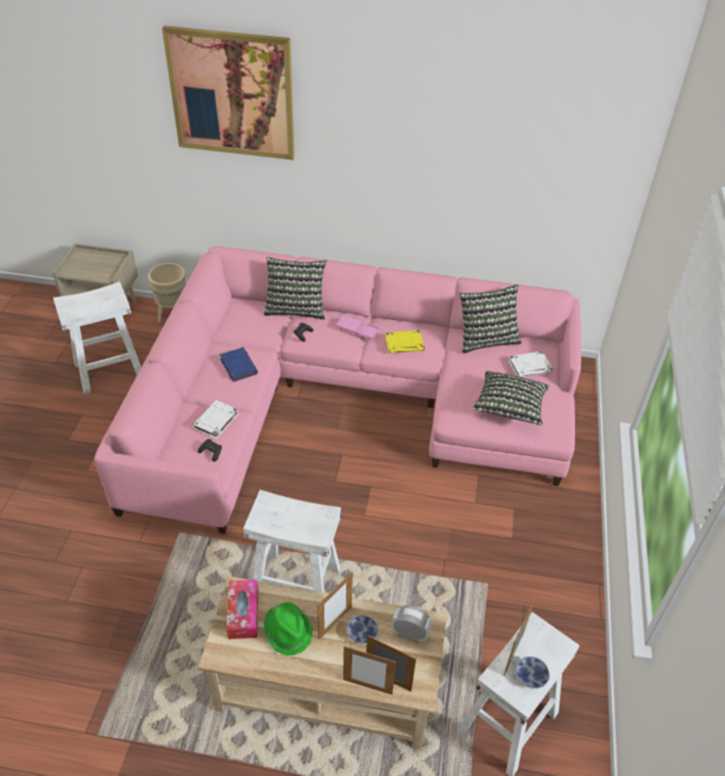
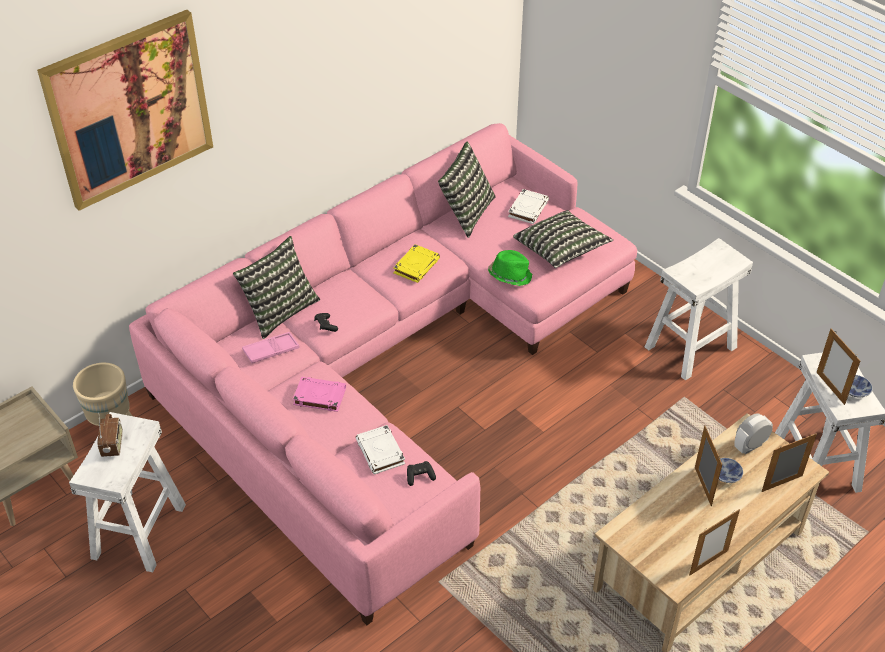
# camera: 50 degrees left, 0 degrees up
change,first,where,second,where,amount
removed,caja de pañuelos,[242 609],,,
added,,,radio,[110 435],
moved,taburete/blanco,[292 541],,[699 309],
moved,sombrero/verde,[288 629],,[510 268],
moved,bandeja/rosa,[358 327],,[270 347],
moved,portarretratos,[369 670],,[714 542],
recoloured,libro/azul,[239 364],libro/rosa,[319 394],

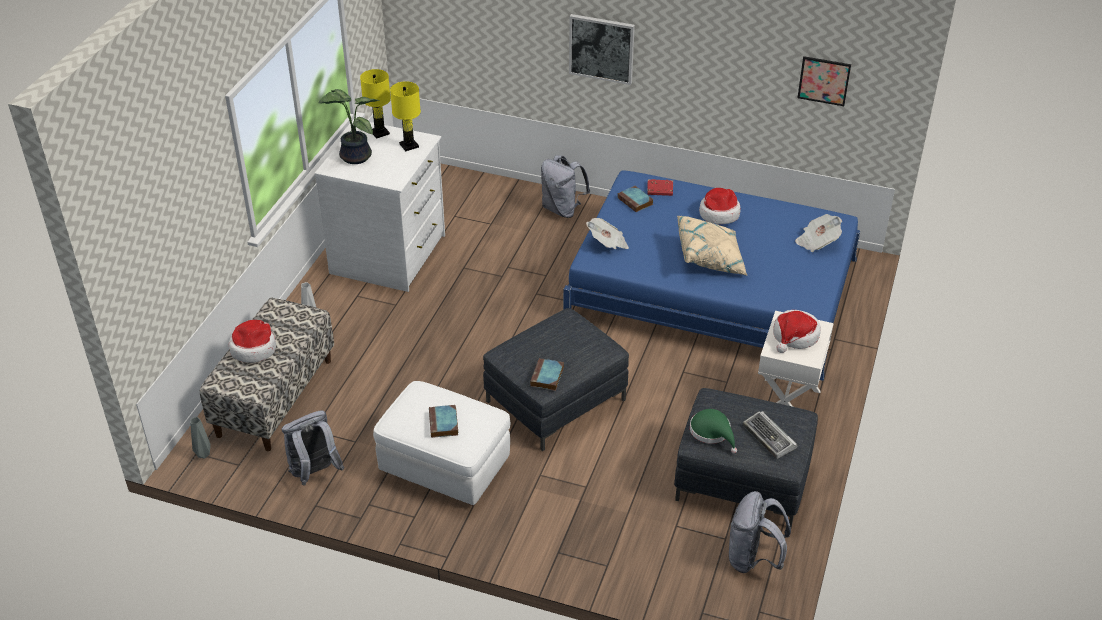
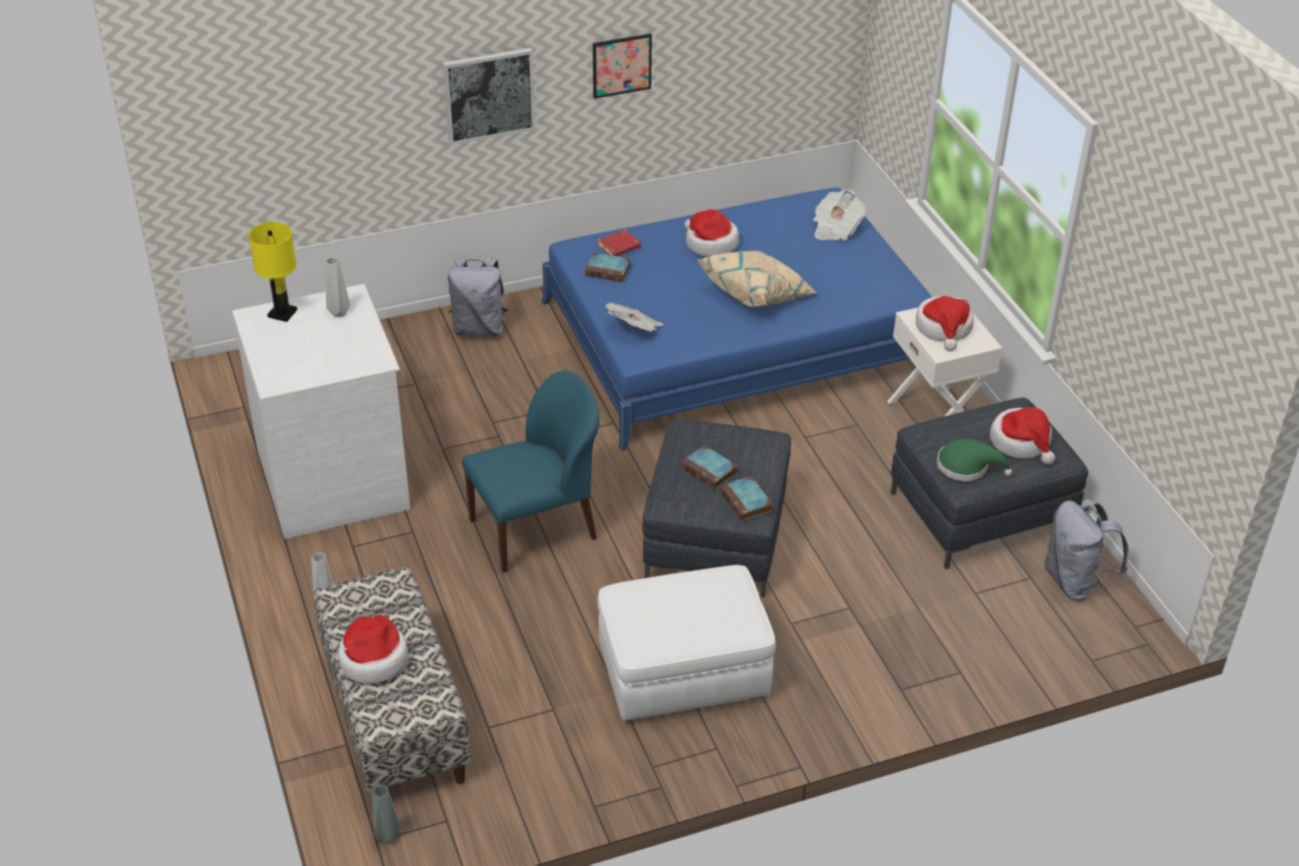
# camera: 40 degrees left, 0 degrees up
change,first,where,second,where,amount
removed,mochila/gris,[313 448],,,
removed,planta en maceta,[349 126],,,
added,,,silla/azul,[531 472],
moved,libro,[443 421],,[709 467],
moved,cuadro,[824 81],,[622 66],
replaced,lámpara de mesa/amarillo,[405 116],florero/gris,[337 287],
replaced,teclado,[770 435],sombrero,[1022 436],

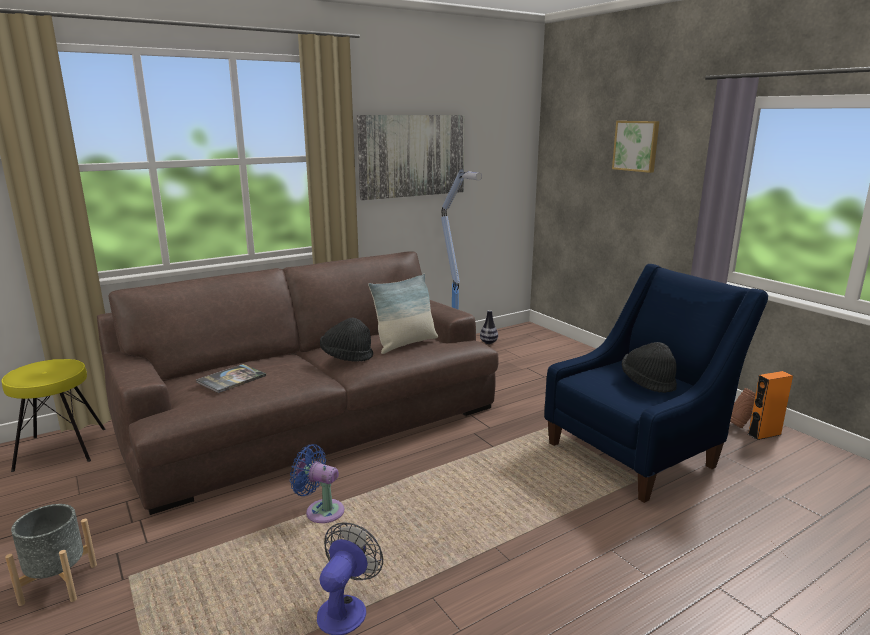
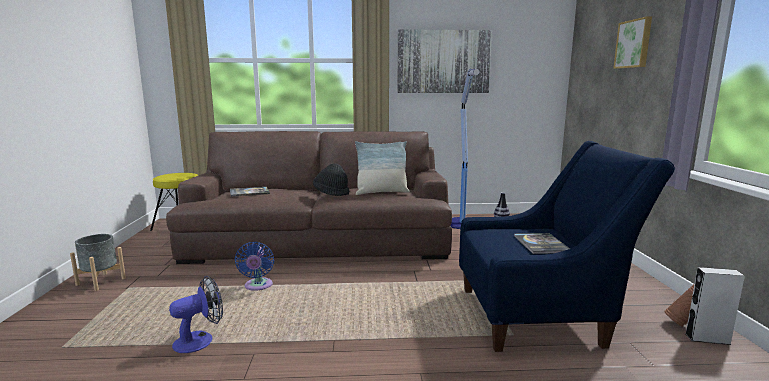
# camera: 30 degrees right, 5 degrees down
change,first,where,second,where,amount
replaced,sombrero/negro,[649 367],libro,[542 243],
recoloured,altavoz/naranja,[770 405],altavoz/gris,[715 306],
turned,ventilador/azul,[317 483],,[254 266],150 degrees counterclockwise

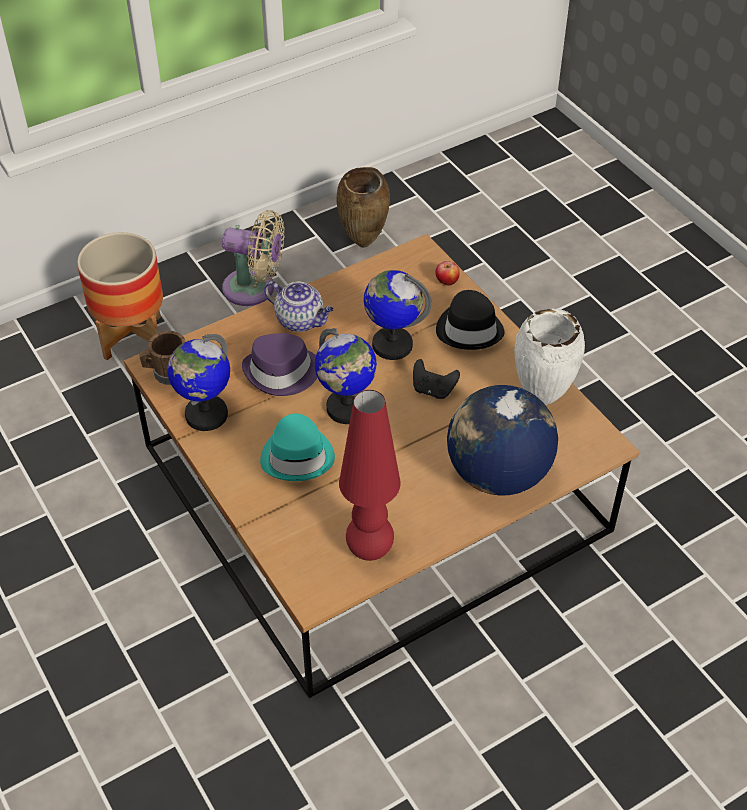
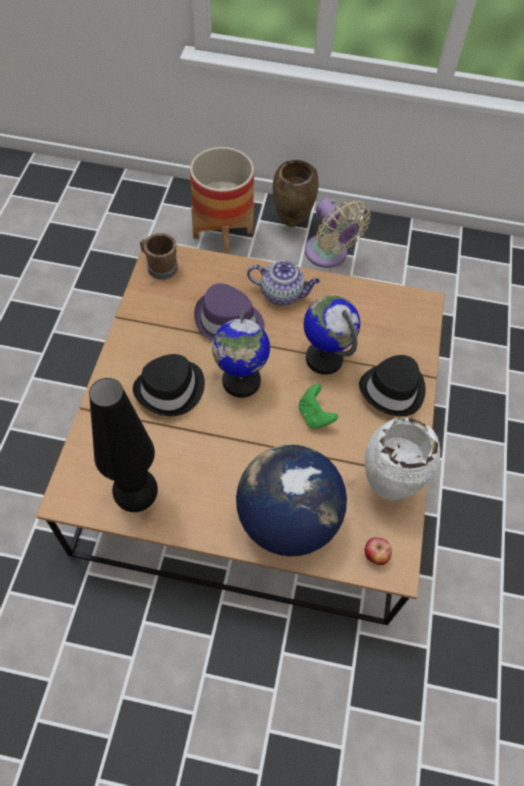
# camera: 40 degrees right, 10 degrees up
change,first,where,second,where,amount
removed,globo terráqueo,[198 382],,,
moved,florero/marrón,[363 207],,[296 193],
moved,manzana,[447 273],,[378 551],
recoloured,sombrero/turquesa,[297 447],sombrero/negro,[169 385],
recoloured,lámpara de mesa/rojo,[370 475],lámpara de mesa/negro,[123 445],
recoloured,mando de consola/negro,[436 379],mando de consola/verde,[318 406],
turned,tetera,[299 306],,[283 282],60 degrees counterclockwise

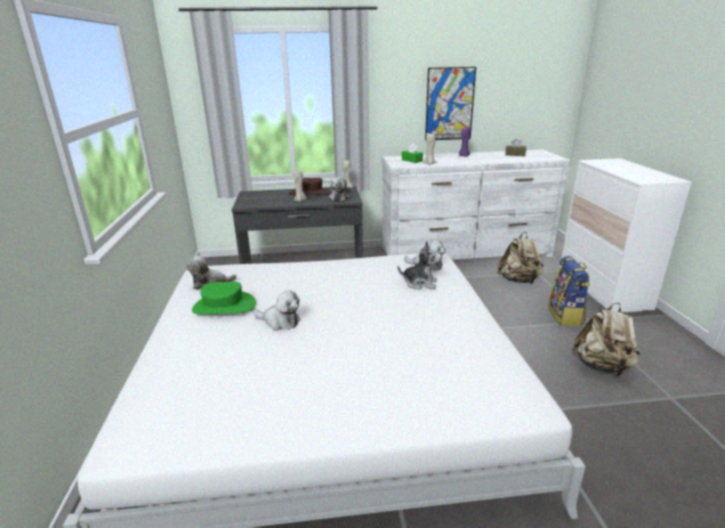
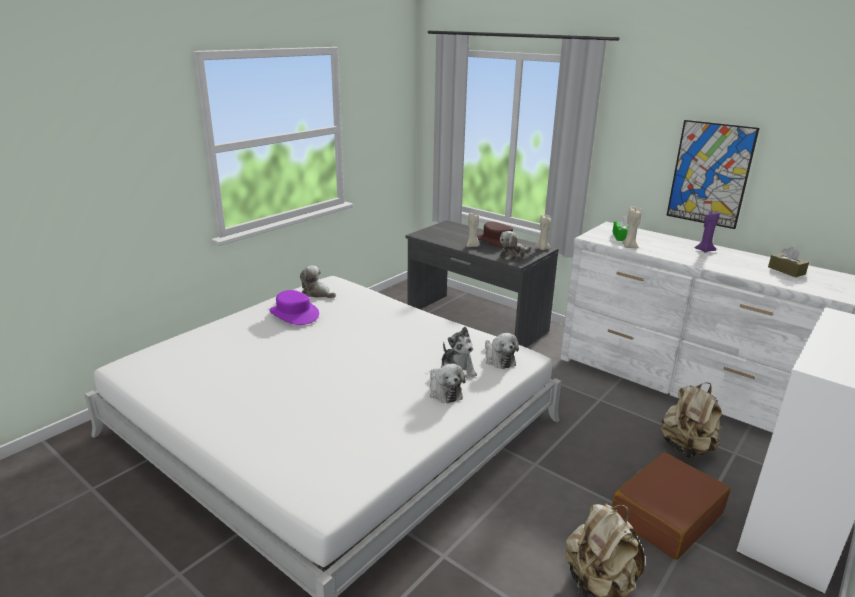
# camera: 45 degrees right, 0 degrees up
change,first,where,second,where,amount
moved,peluche,[277 310],,[448 383],
replaced,mochila,[569 291],maleta/marrón,[671 506],
recoloured,sombrero/verde,[224 298],sombrero/morado,[294 307],

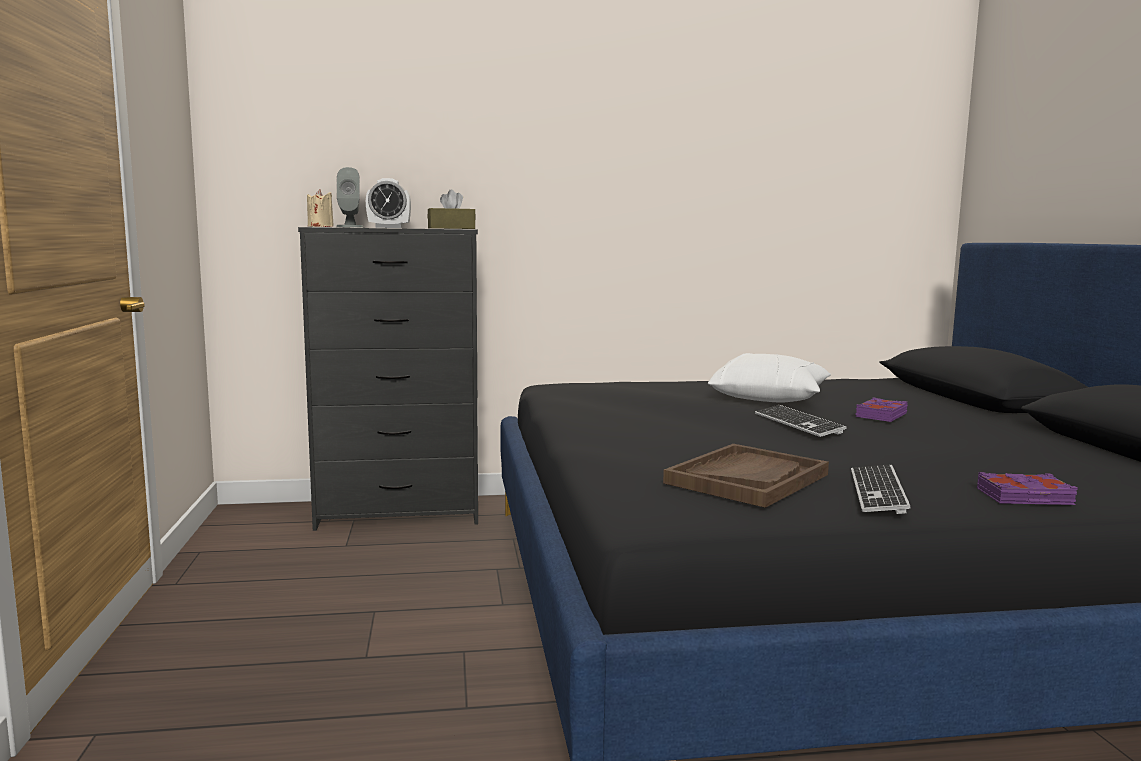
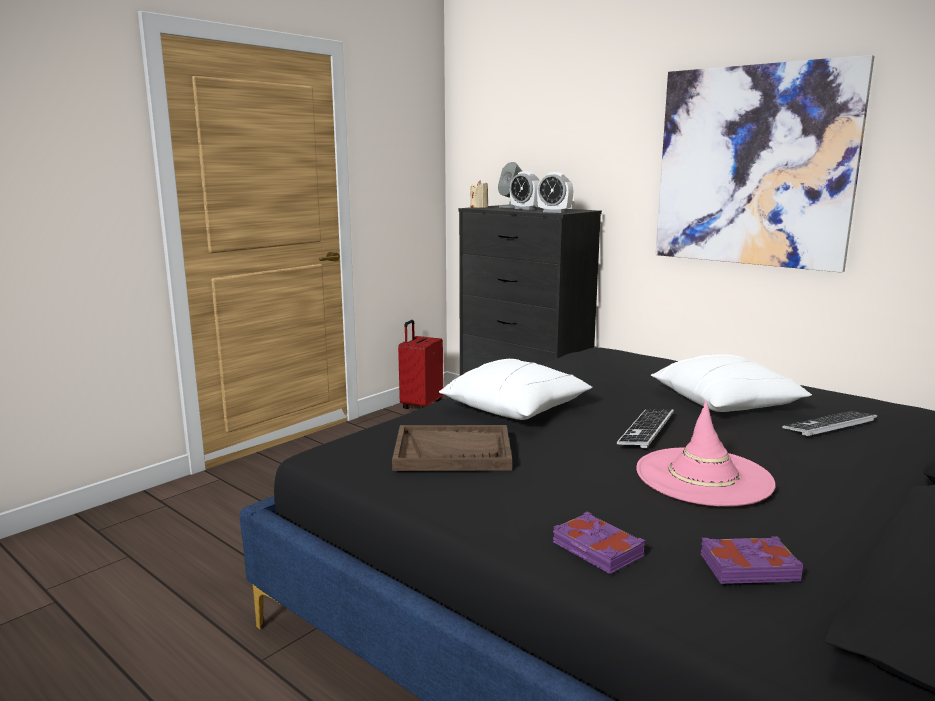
# camera: 50 degrees right, 5 degrees up
change,first,where,second,where,amount
added,,,maleta/rojo,[420 364],
added,,,cojín/blanco,[515 389],
added,,,sombrero/rosa,[706 453],
added,,,cuadro,[765 164],
moved,teclado,[880 489],,[829 423],
moved,libro/morado,[881 409],,[752 560],
replaced,caja de pañuelos/marrón,[452 209],despertador,[555 192],

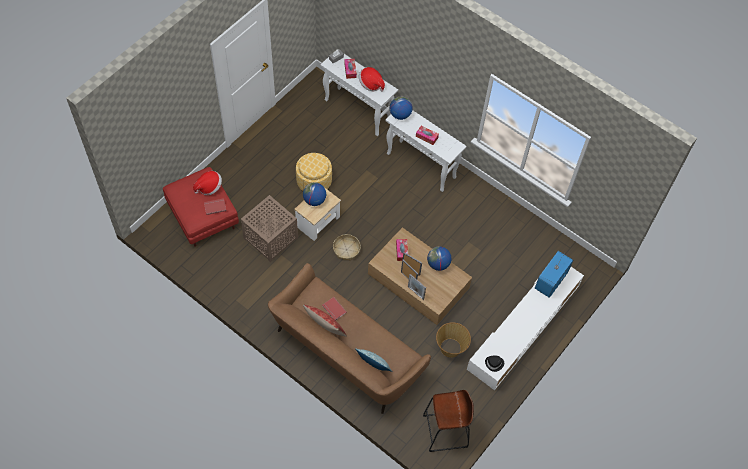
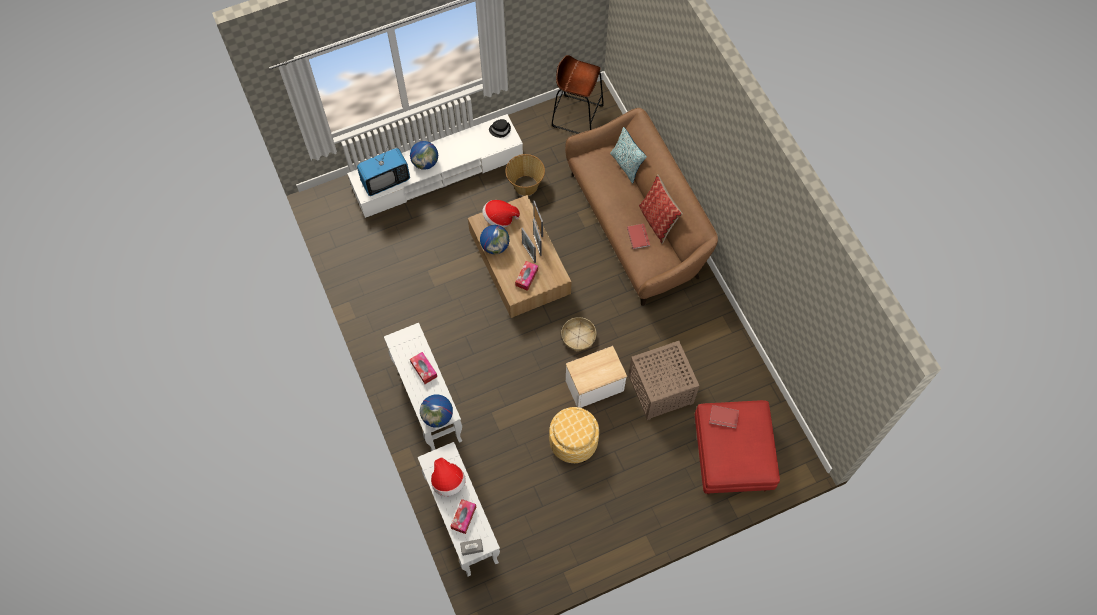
# camera: 150 degrees left, 5 degrees up
change,first,where,second,where,amount
moved,sombrero,[207 183],,[501 214],
moved,globo terráqueo,[314 194],,[424 155],

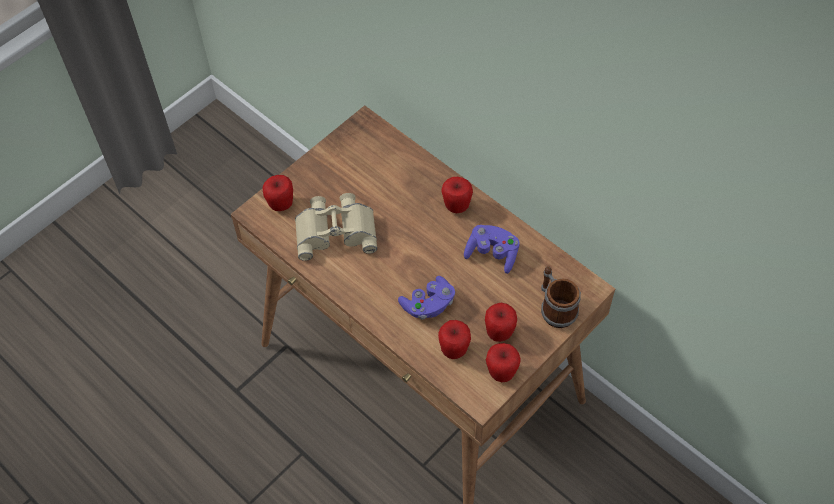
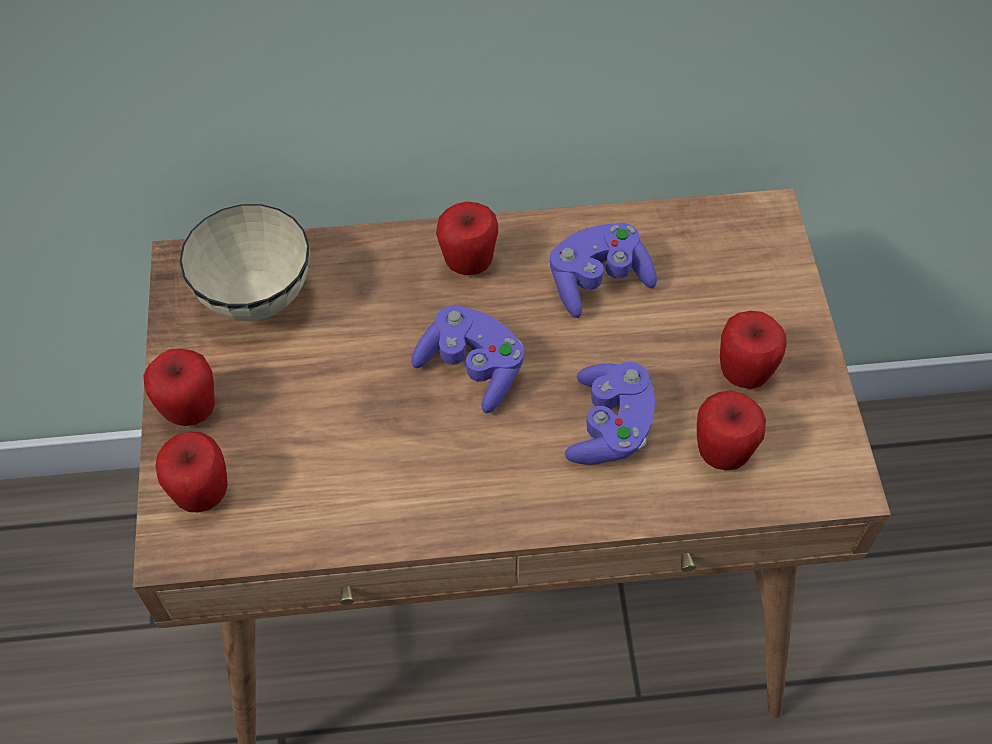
# camera: 50 degrees left, 0 degrees up
change,first,where,second,where,amount
removed,prismáticos/beis,[336 227],,,
removed,taza grande,[561 297],,,
added,,,cuenco/beis,[245 262],
added,,,mando de consola/morado,[467 359],
moved,manzana,[503 362],,[179 387],

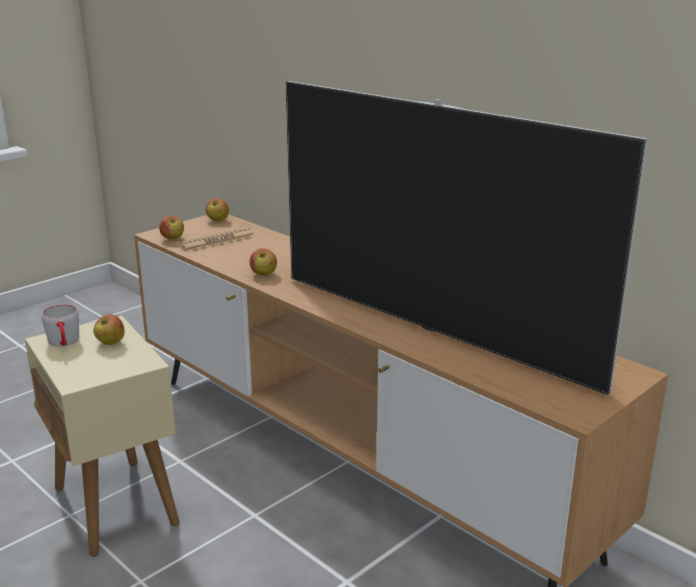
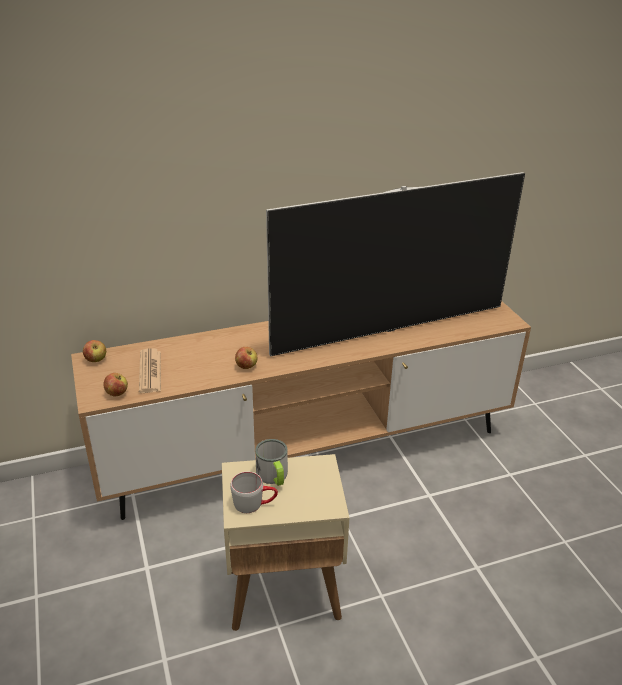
# camera: 65 degrees left, 10 degrees up
change,first,where,second,where,amount
replaced,manzana,[109 329],taza grande,[271 462],

